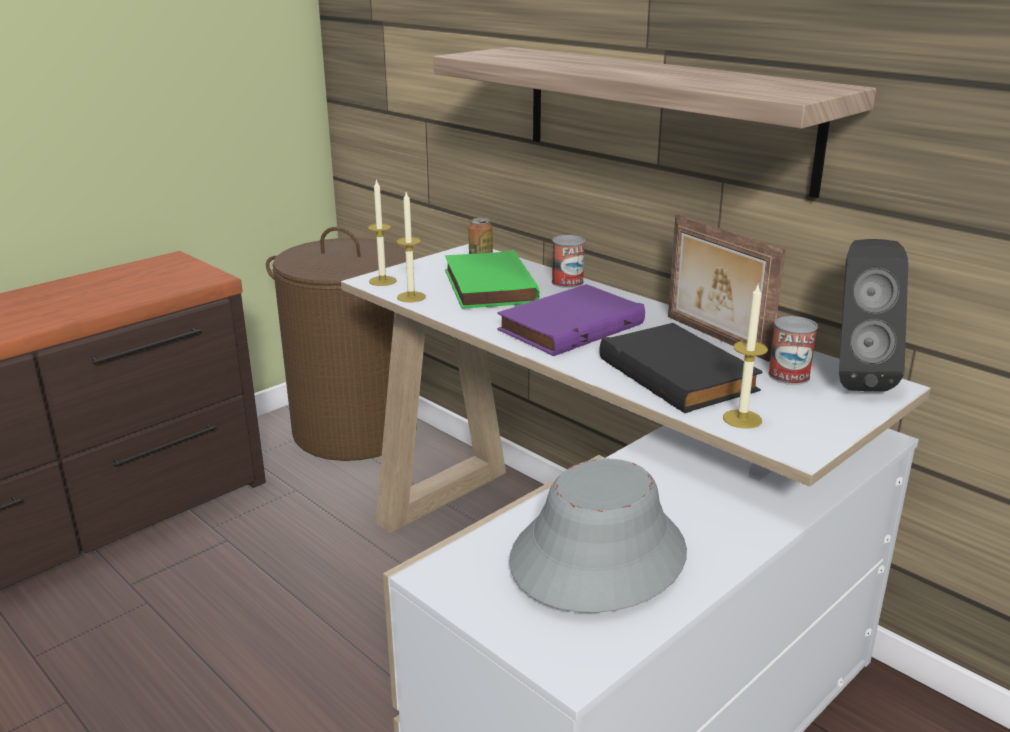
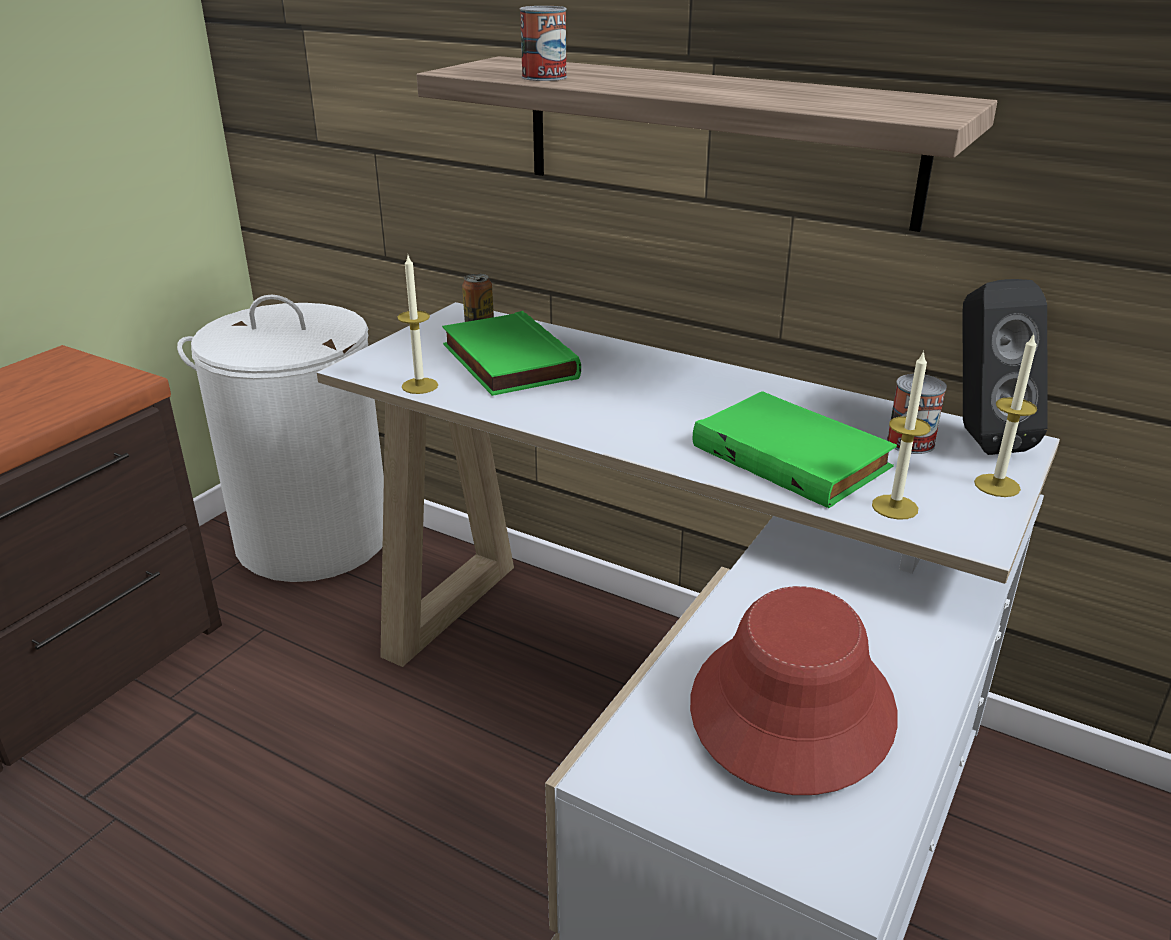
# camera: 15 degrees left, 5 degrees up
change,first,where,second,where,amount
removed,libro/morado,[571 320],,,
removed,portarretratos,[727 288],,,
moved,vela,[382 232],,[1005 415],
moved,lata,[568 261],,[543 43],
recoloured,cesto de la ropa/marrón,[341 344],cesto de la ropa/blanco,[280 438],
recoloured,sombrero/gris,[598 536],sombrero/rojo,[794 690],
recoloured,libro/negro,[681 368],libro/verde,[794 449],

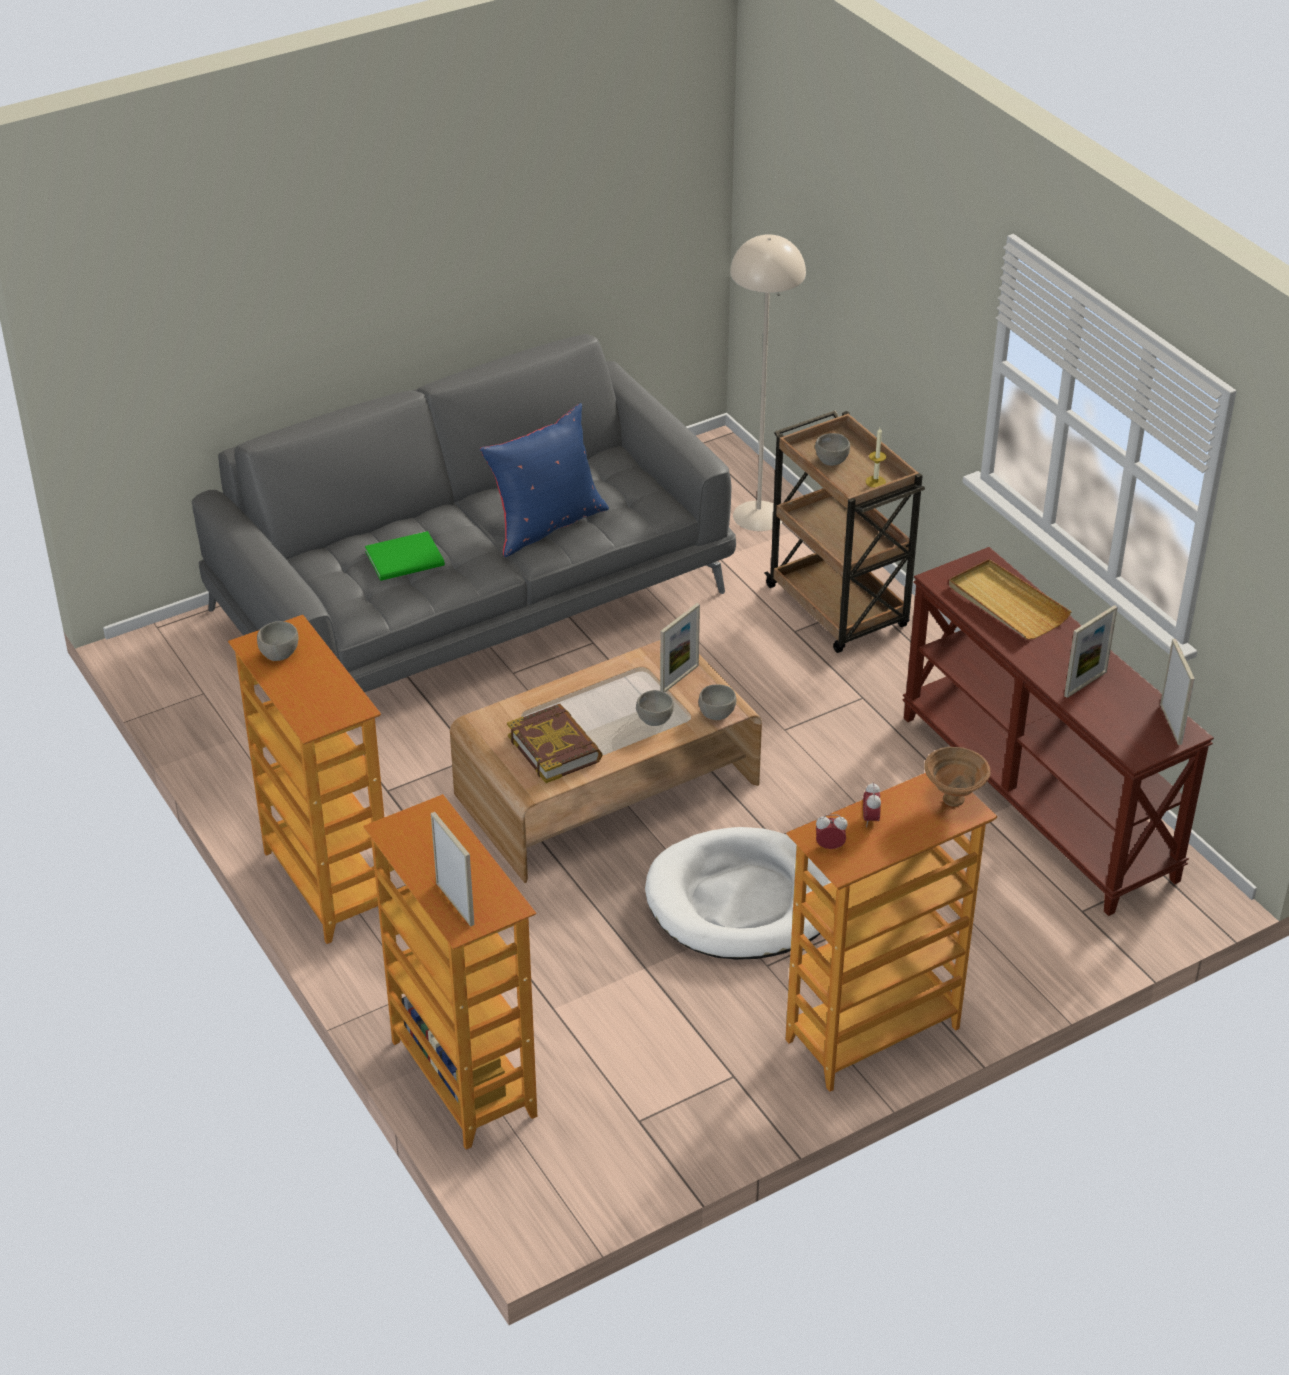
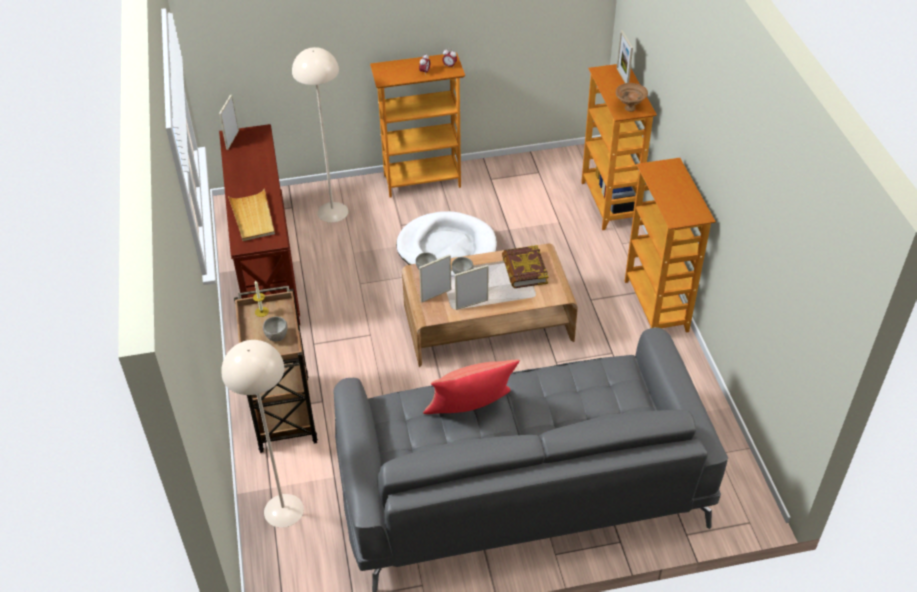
# camera: 160 degrees left, 5 degrees up
change,first,where,second,where,amount
removed,cuenco/gris,[278 641],,,
removed,libro/verde,[405 556],,,
added,,,lámpara de pie/beis,[320 134],
moved,cuenco/marrón,[958 776],,[632 97],
moved,portarretratos,[1090 651],,[472 287],
recoloured,cojín/azul,[544 480],cojín/rojo,[471 387],

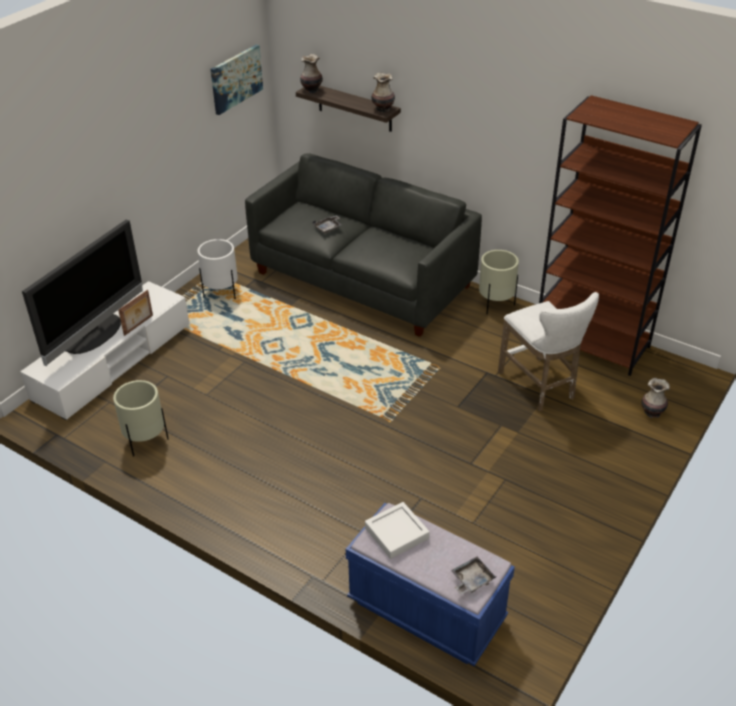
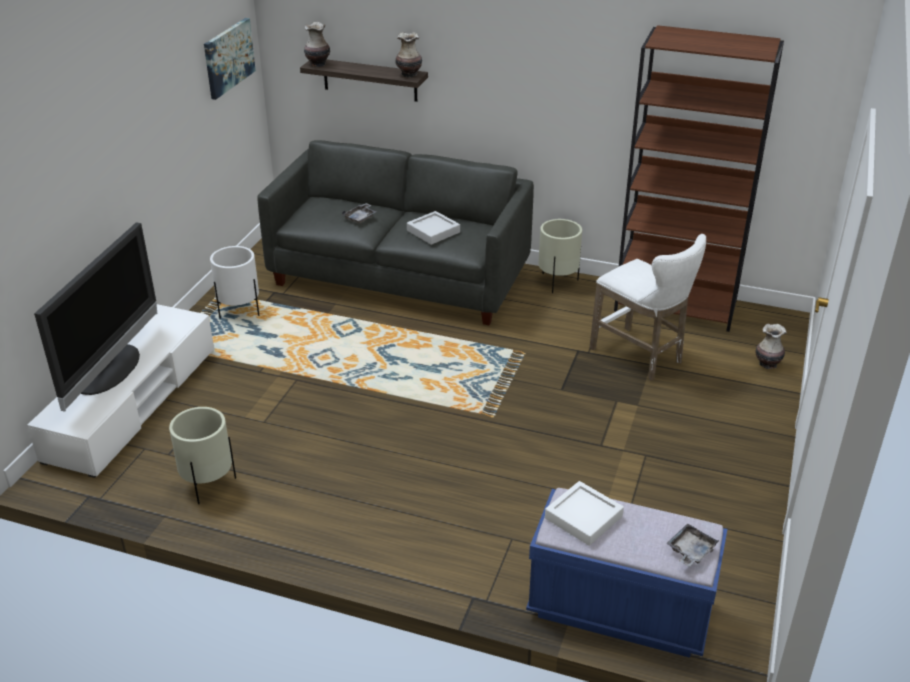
# camera: 15 degrees left, 5 degrees down
change,first,where,second,where,amount
removed,portarretratos,[135 313],,,
added,,,bandeja/gris,[433 228],

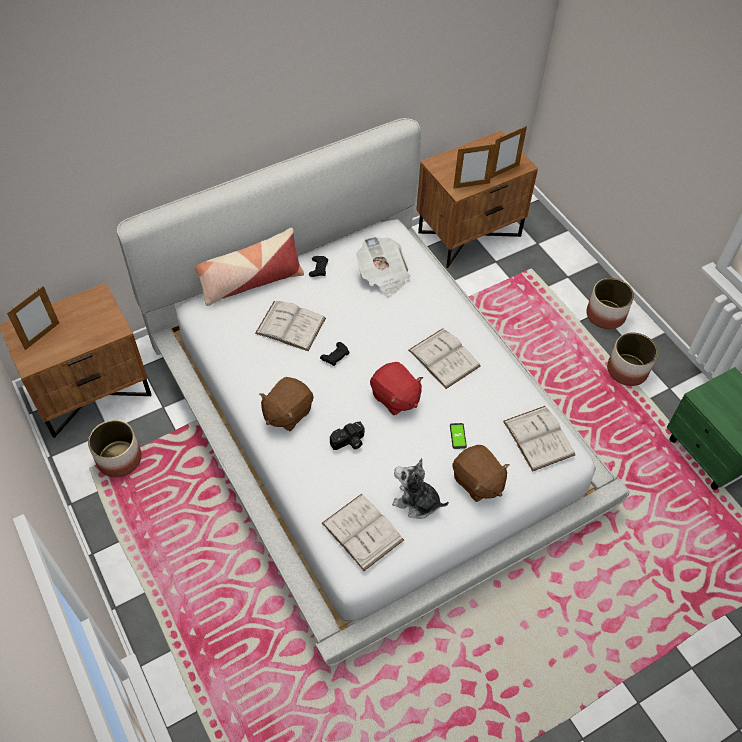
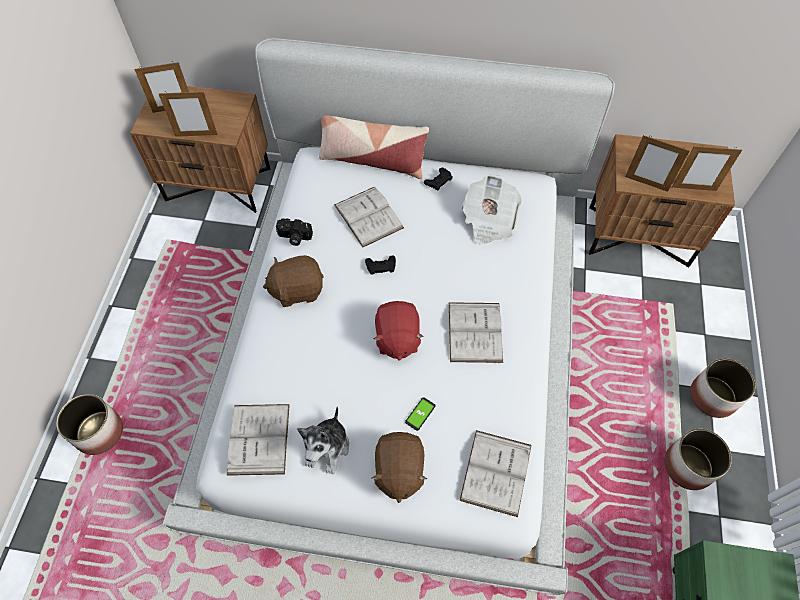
# camera: 40 degrees right, 5 degrees up
change,first,where,second,where,amount
added,,,portarretratos,[188 113],
moved,maceta,[114 448],,[90 424],
moved,cámara,[347 436],,[294 232],
turned,peluche,[420 488],,[323 440],135 degrees counterclockwise

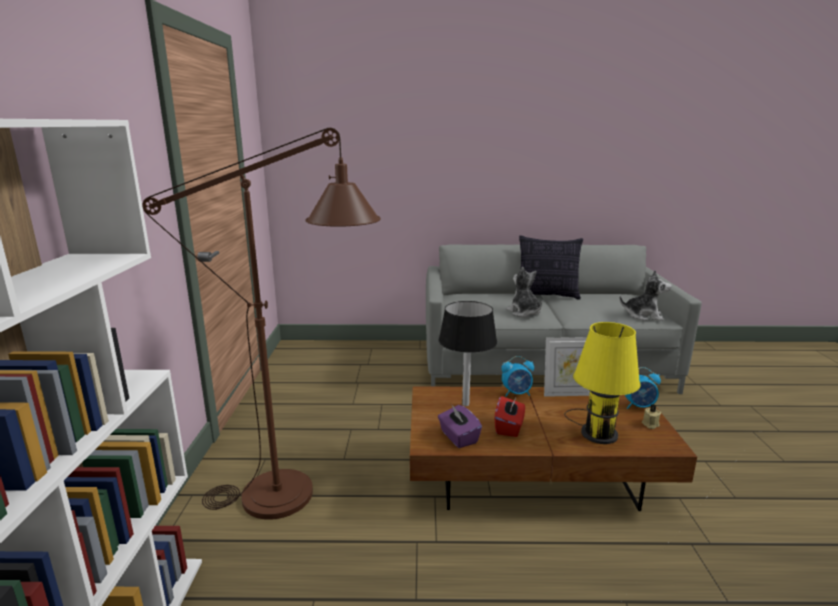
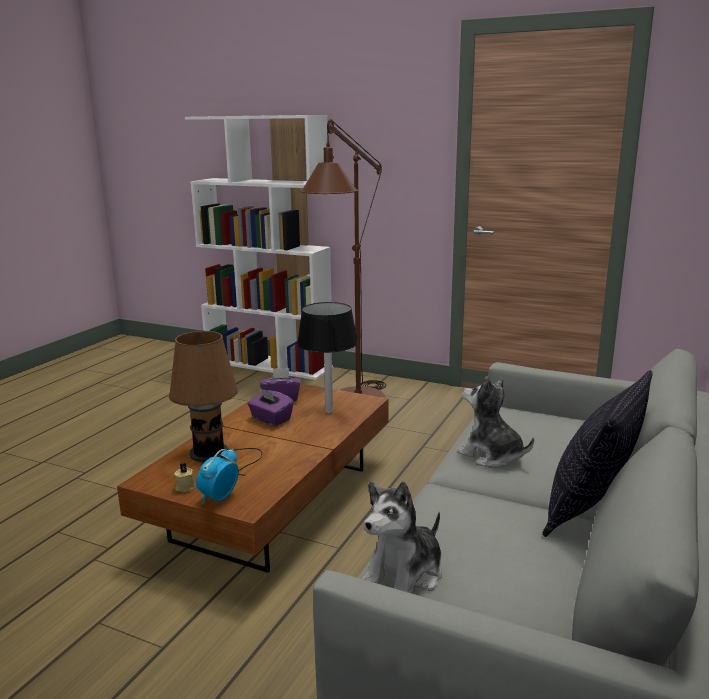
# camera: 115 degrees right, 0 degrees up
change,first,where,second,where,amount
removed,despertador,[517 376],,,
removed,portarretratos,[567 367],,,
recoloured,caja de pañuelos/rojo,[510 416],caja de pañuelos/morado,[270 407],
recoloured,lámpara de mesa/amarillo,[602 383],lámpara de mesa/marrón,[215 403],
turned,peluche,[524 292],,[495 422],135 degrees counterclockwise

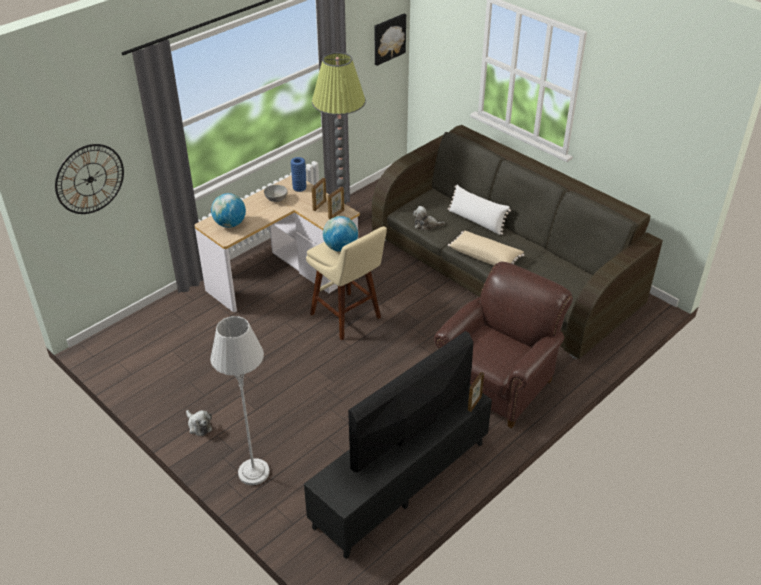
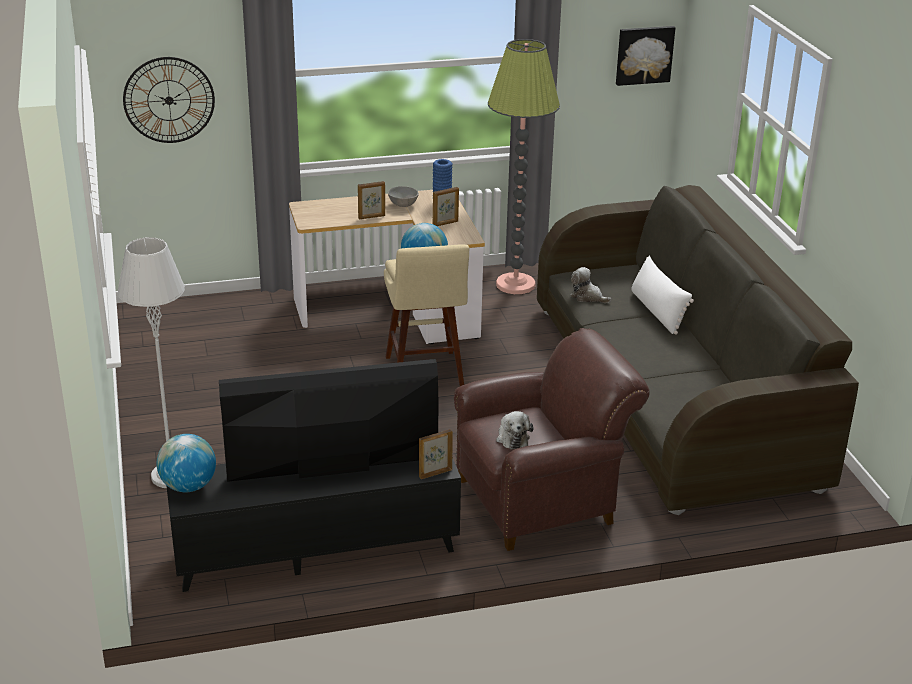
# camera: 30 degrees right, 10 degrees down
change,first,where,second,where,amount
removed,cojín/beis,[486 248],,,
moved,peluche,[199 423],,[514 430],
moved,globo terráqueo,[228 210],,[186 463],
moved,portarretratos,[336 203],,[371 200],

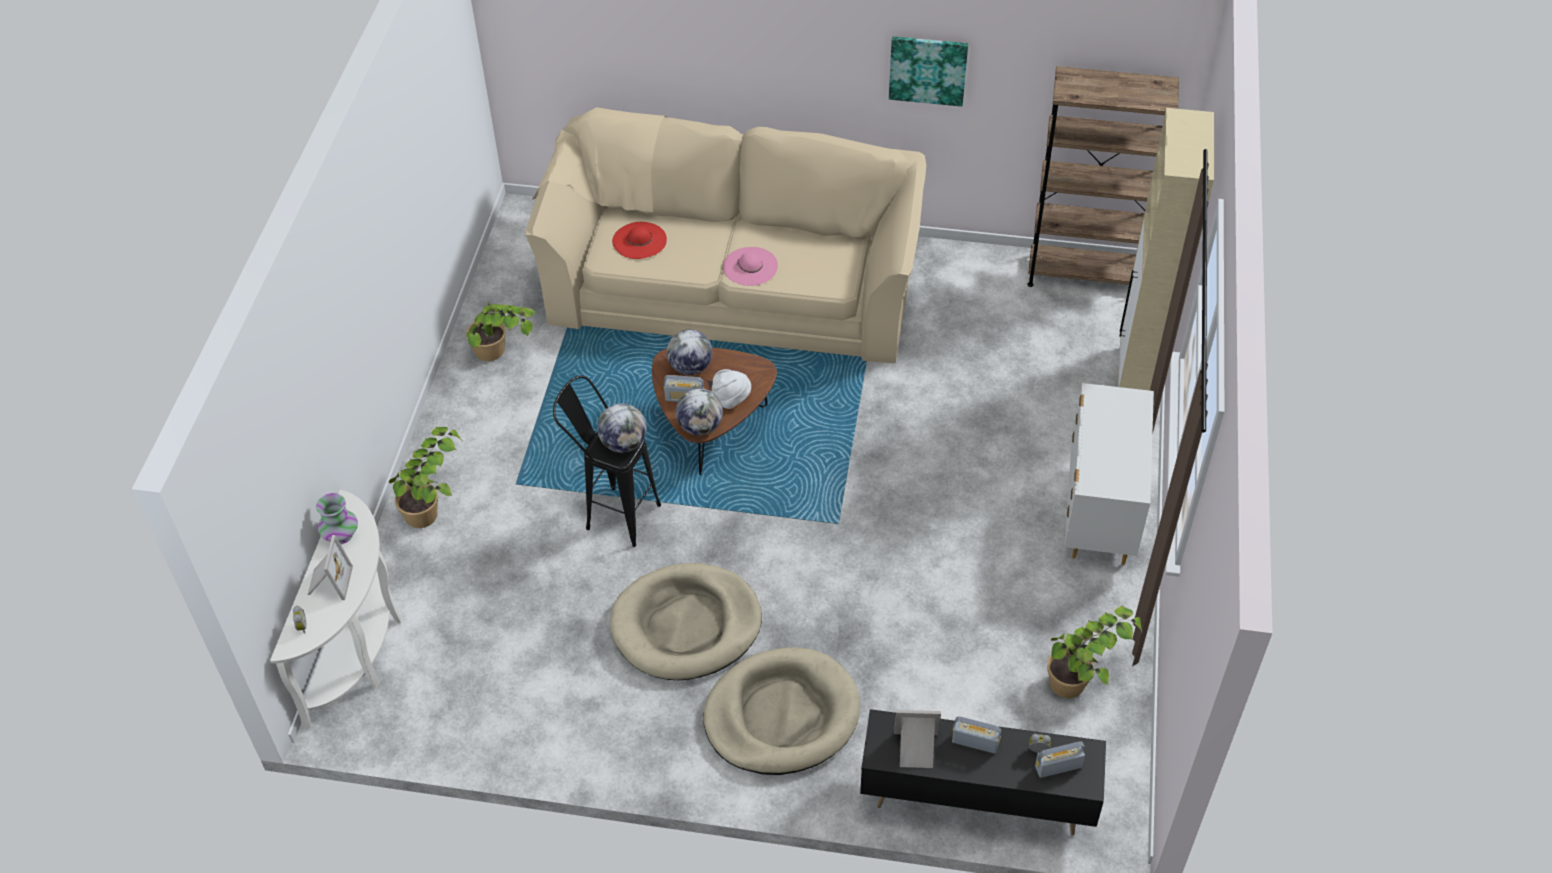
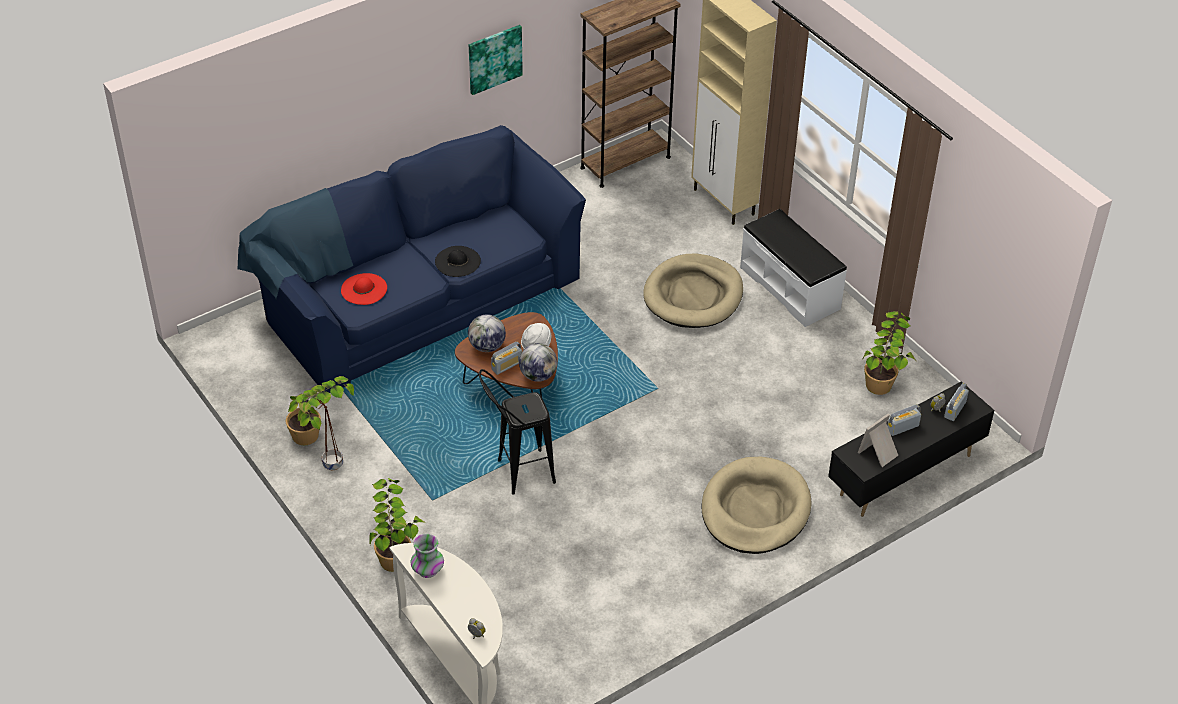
# camera: 45 degrees left, 5 degrees down
change,first,where,second,where,amount
removed,portarretratos,[330 567],,,
removed,globo terráqueo,[622 428],,,
added,,,maceta/marrón,[330 434],
moved,cama para perro/beis,[686 621],,[693 290],
replaced,cómoda/blanco,[1109 474],banco/blanco,[793 268],
recoloured,sofá/beis,[726 235],sofá/azul,[412 259],
recoloured,sombrero/rosa,[750 266],sombrero/negro,[458 261],

